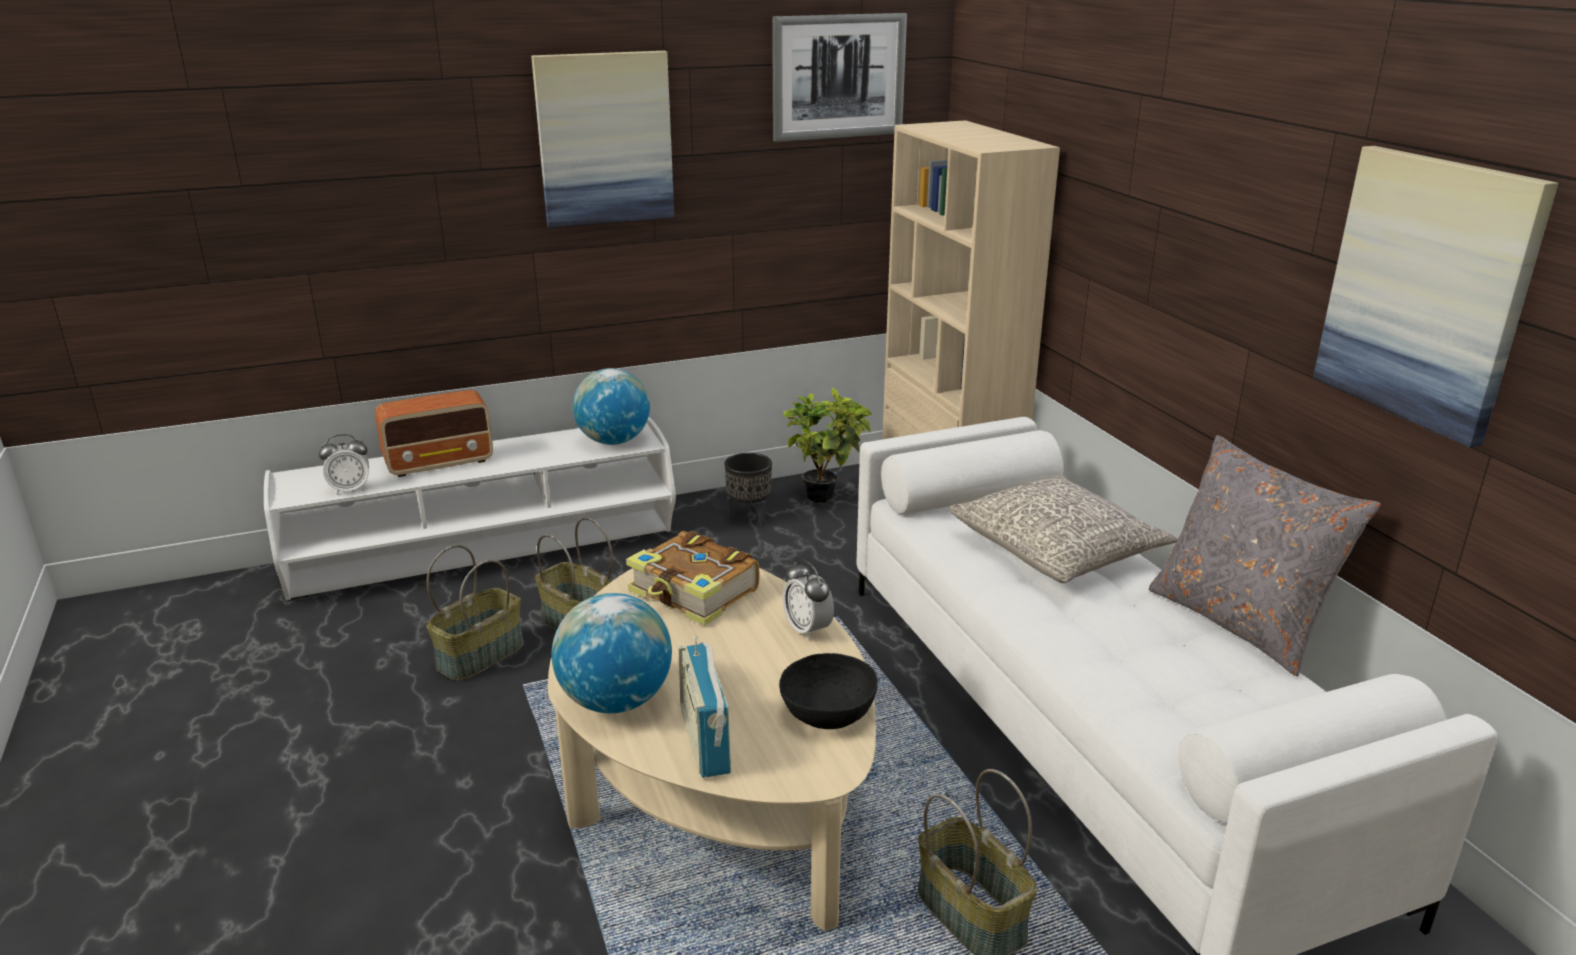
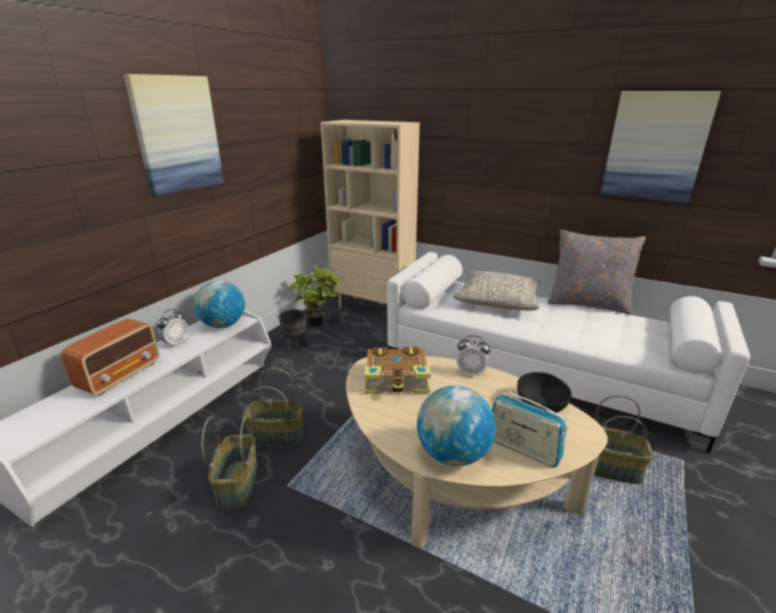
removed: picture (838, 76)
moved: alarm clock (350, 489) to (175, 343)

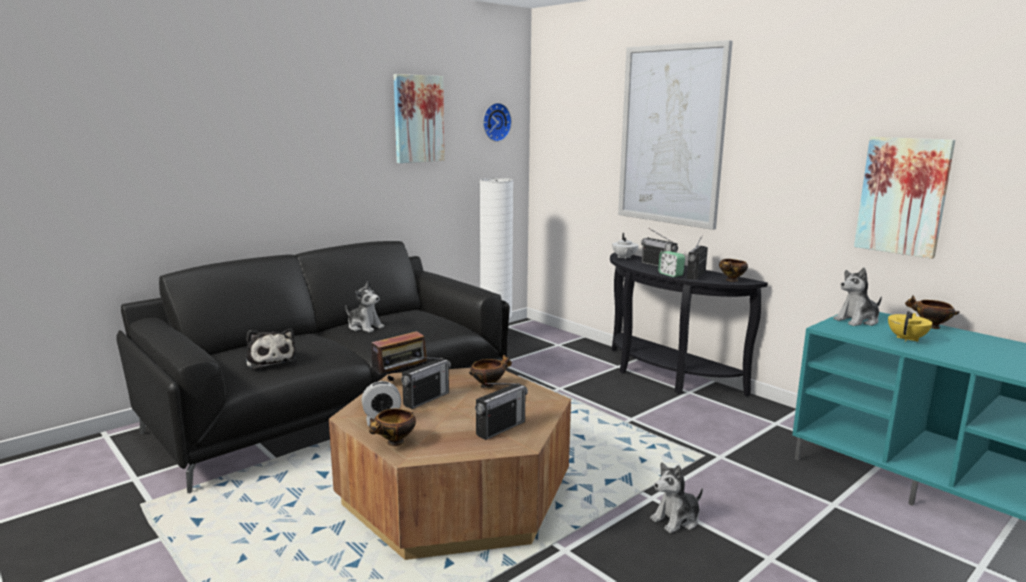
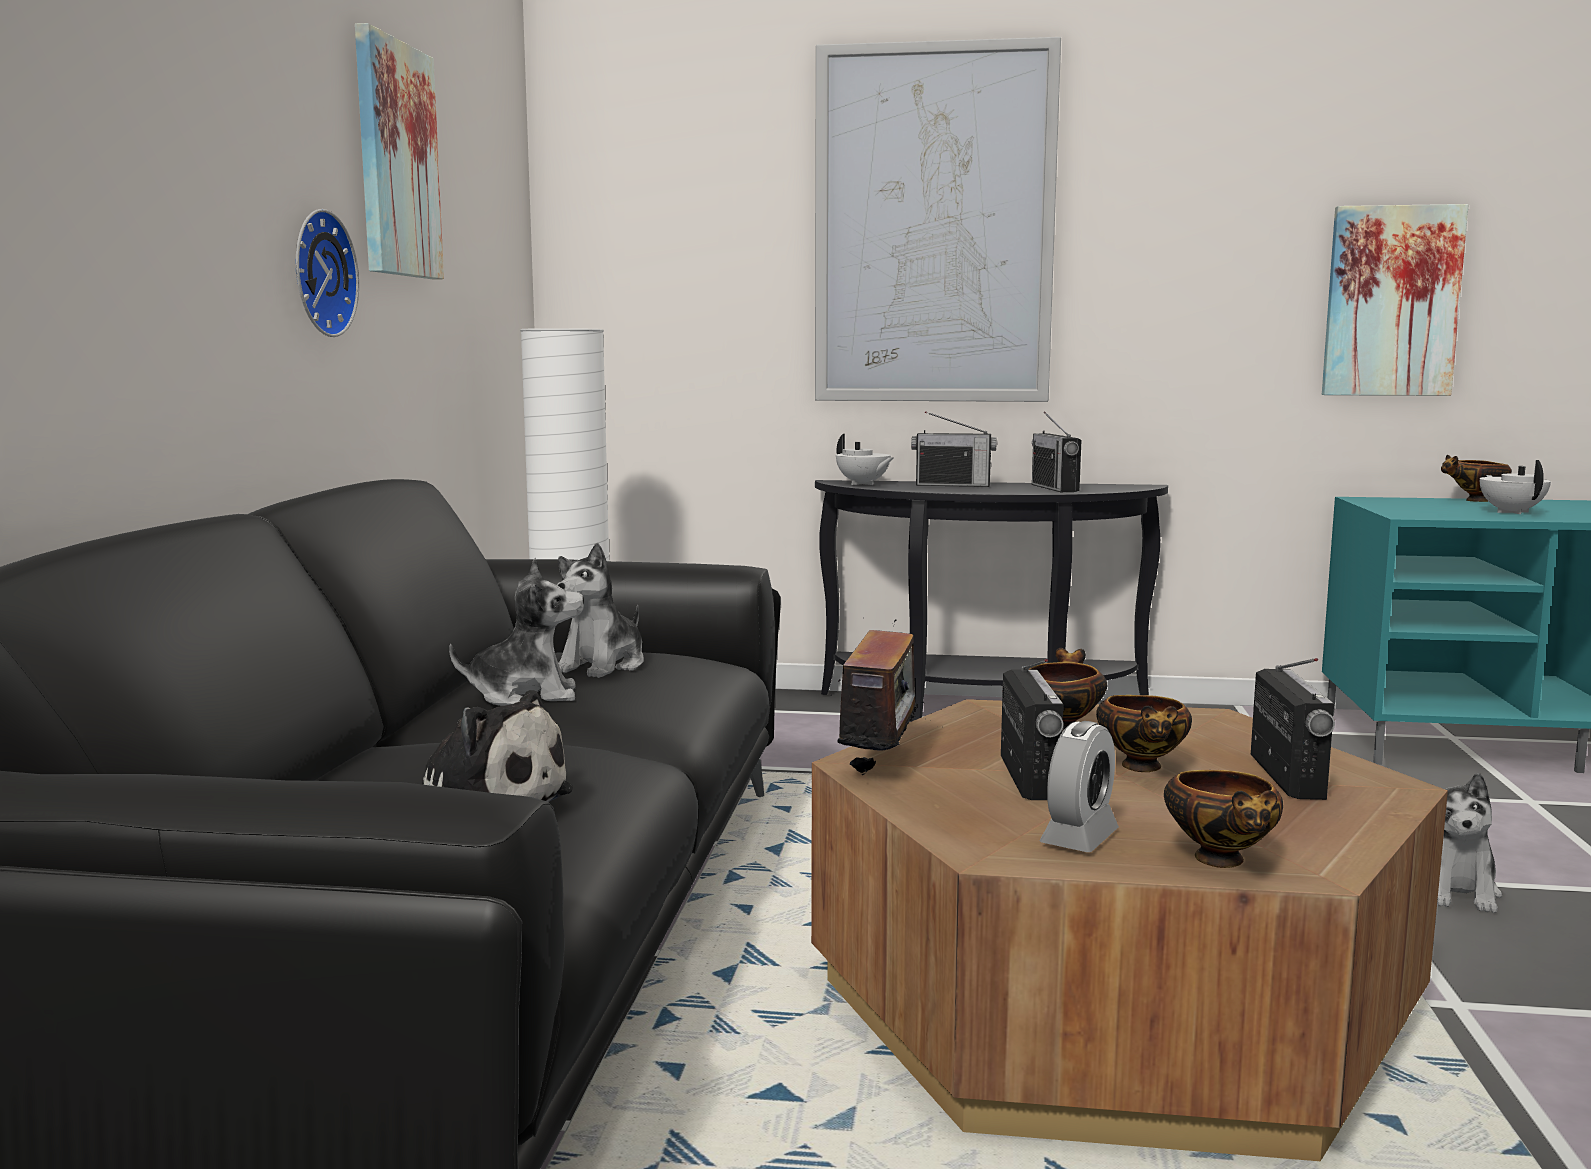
removed: alarm clock (670, 274)
moved: wall clock (495, 122) to (318, 273); bowl (731, 280) to (1143, 768); plush toy (857, 321) to (603, 666)
recoloured: teapot (yellow) (907, 339) to teapot (white) (1511, 512)

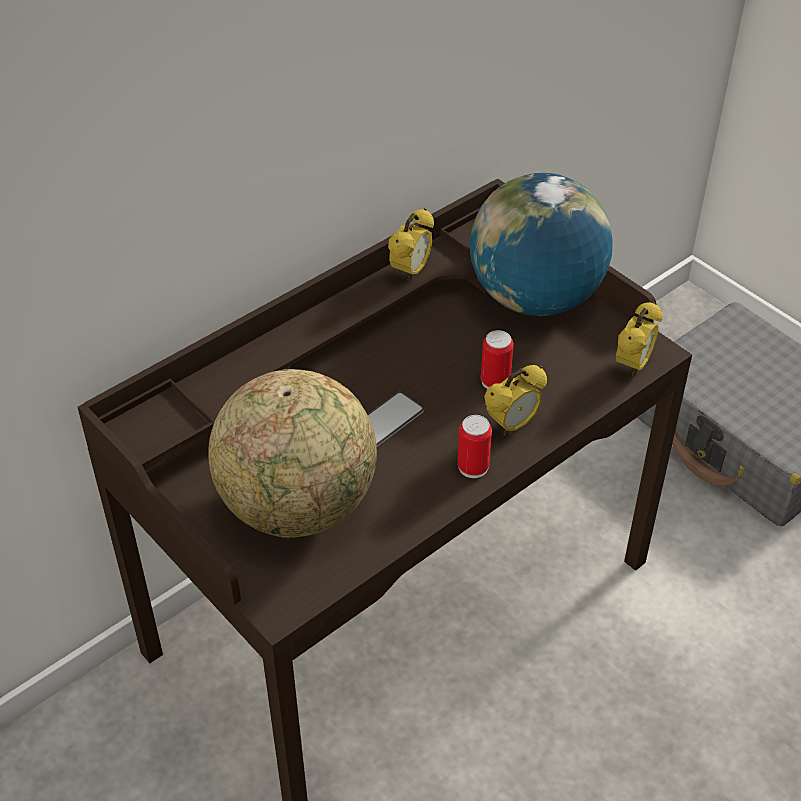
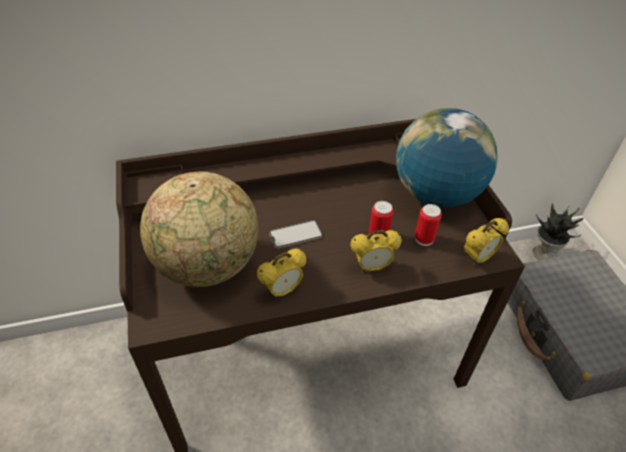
added: potted plant (543, 253)
moved: alarm clock (411, 271) to (282, 290); can (473, 467) to (424, 238)

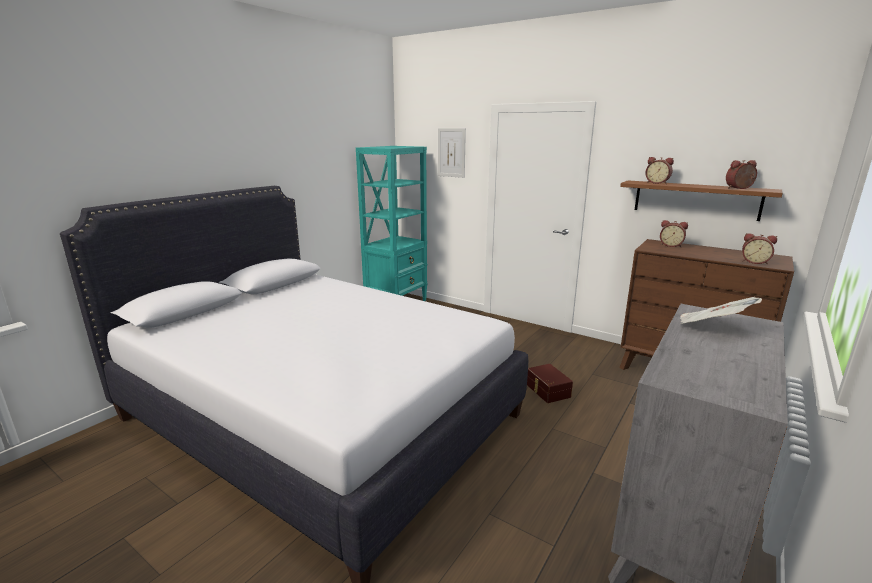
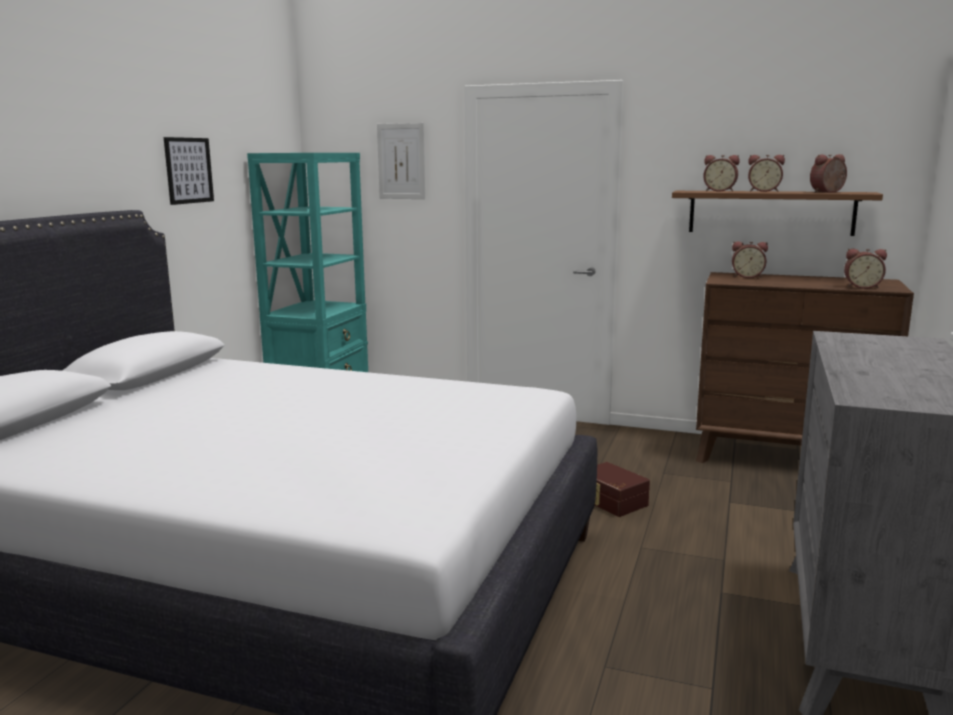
removed: newspaper (712, 327)
added: picture (188, 170); alarm clock (763, 191)

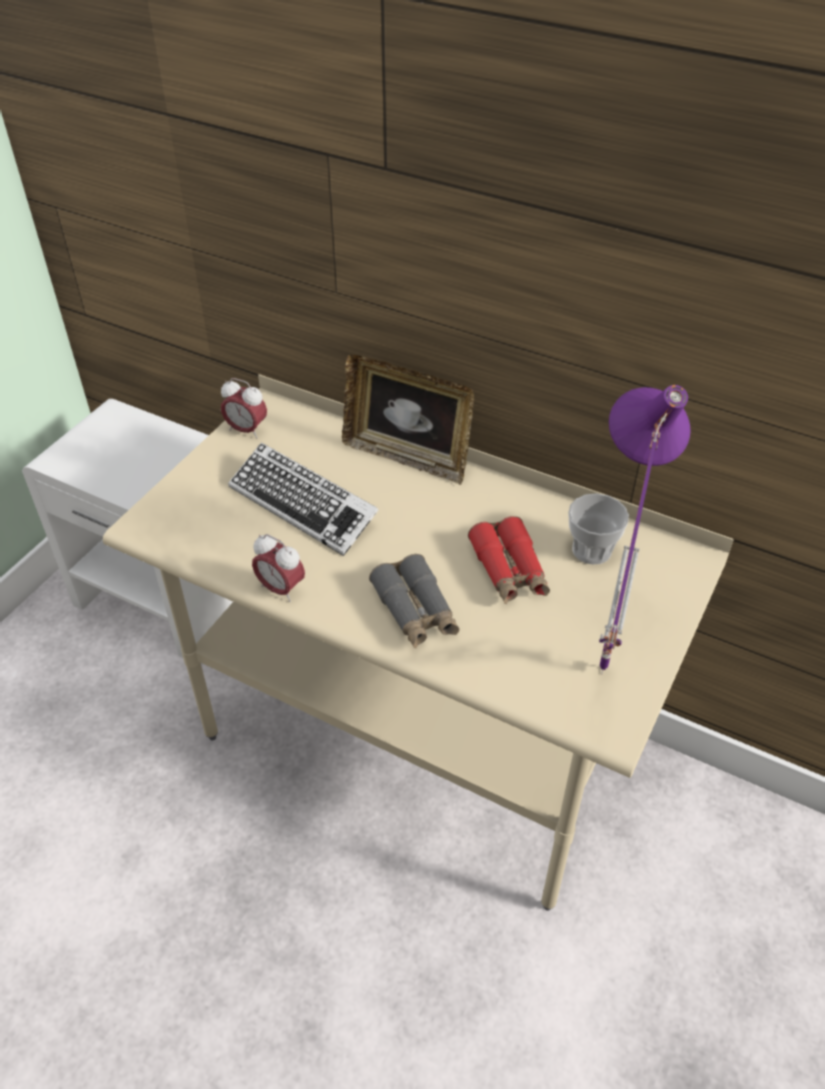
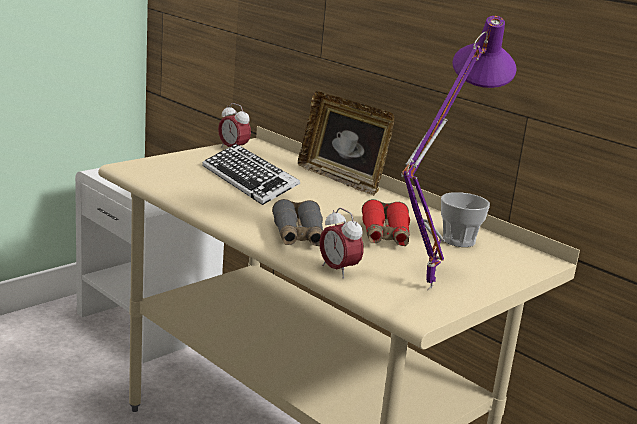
moved: alarm clock (281, 589) to (338, 270)

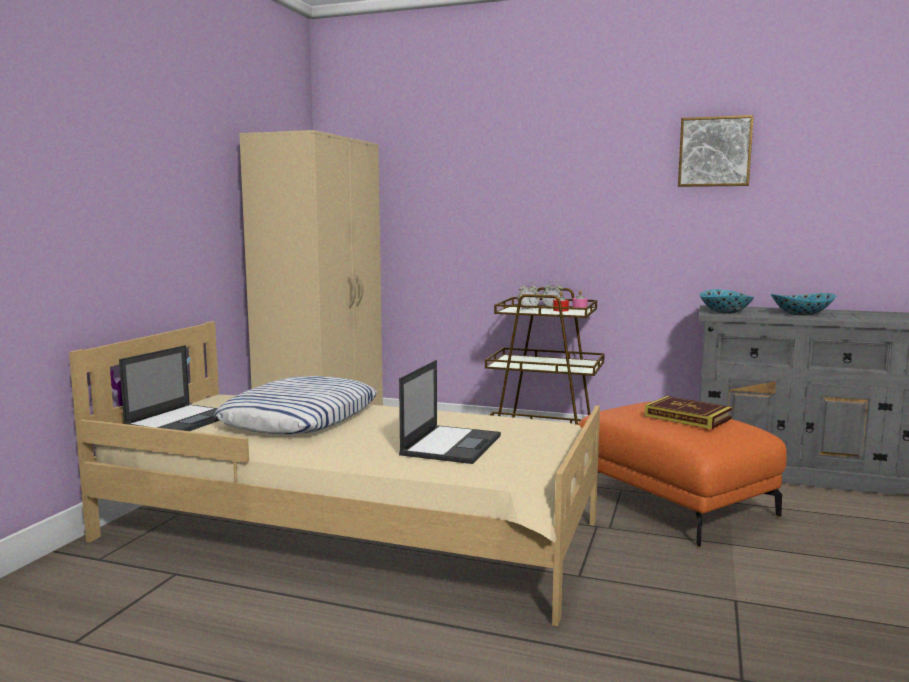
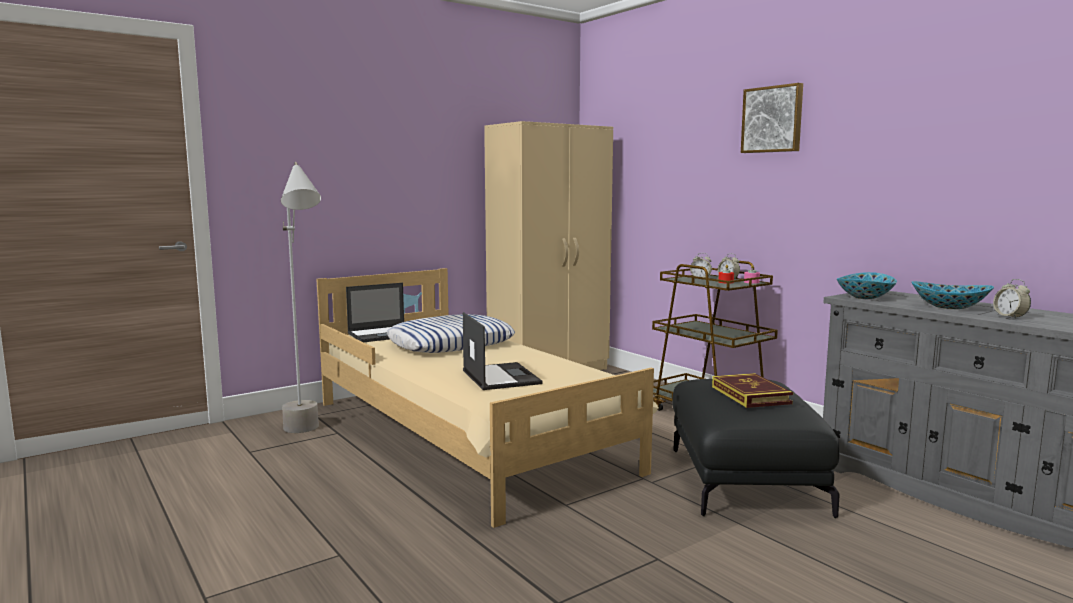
added: floor lamp (grey) (307, 436); alarm clock (1010, 317)
moved: picture (714, 152) to (773, 119)
recoloured: ottoman (orange) (671, 504) to ottoman (black) (743, 480)
turned: laptop (451, 444) = (500, 376) 75 degrees counterclockwise

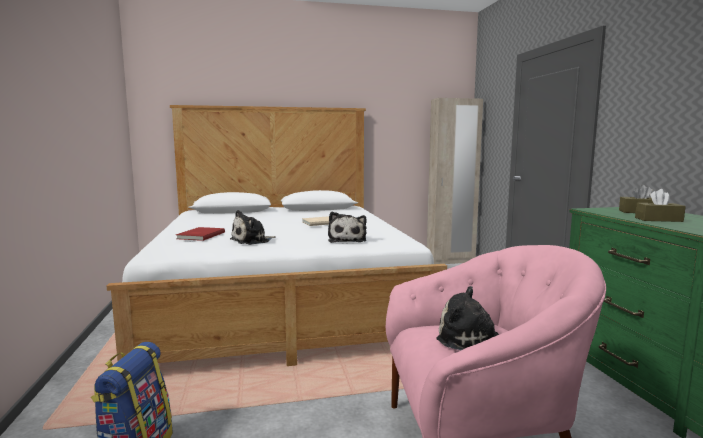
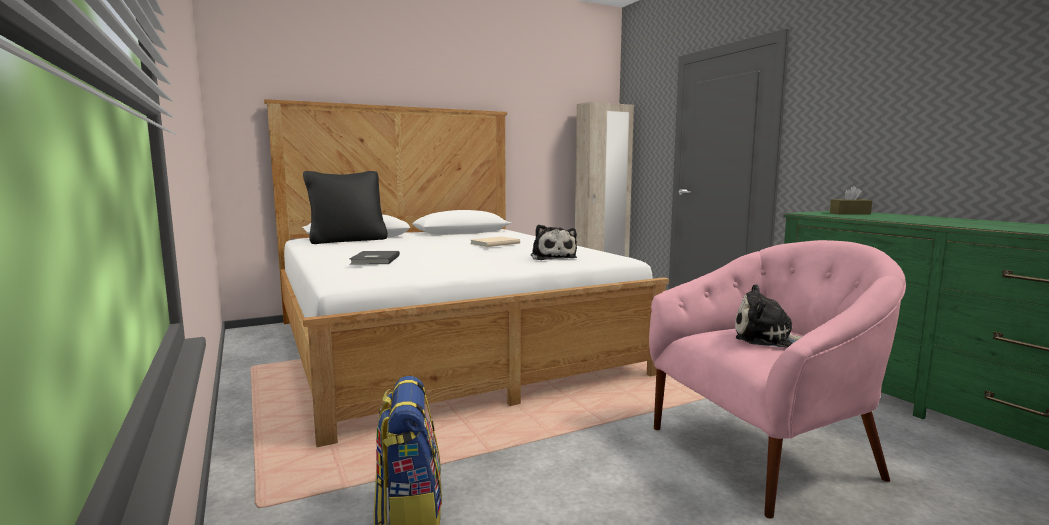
removed: tissue box (brown) (658, 219); plush toy (252, 241)
added: pillow (black) (348, 240)
recoloured: book (red) (199, 235) to book (grey) (374, 260)

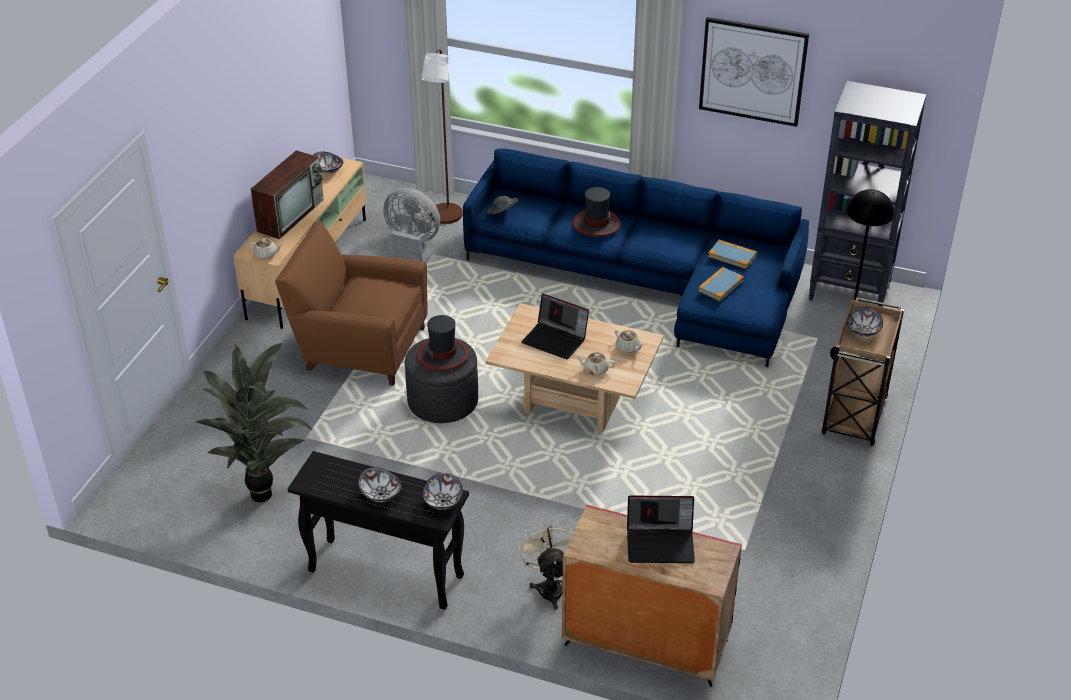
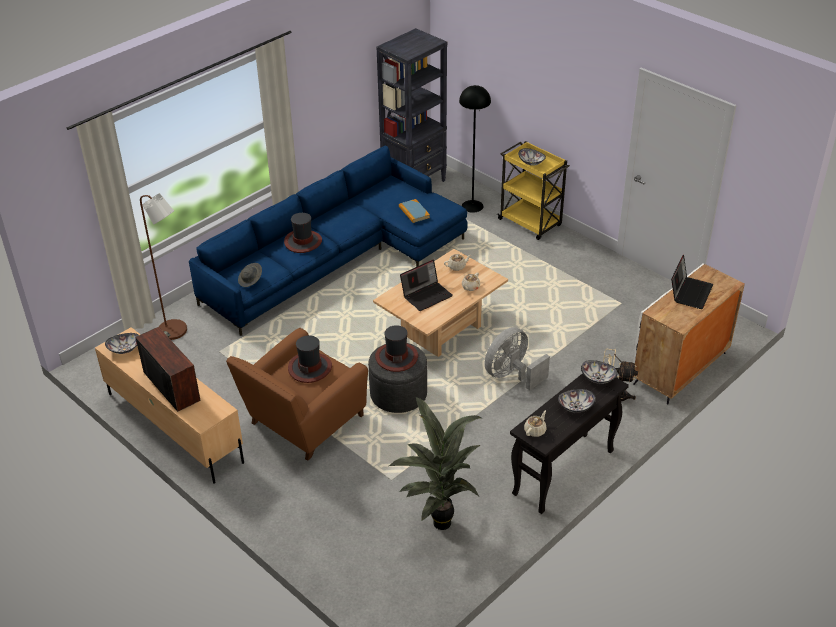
removed: picture (752, 71); book (732, 256)
added: hat (310, 367)
moved: fan (grey) (411, 245) to (512, 375); teapot (beige) (266, 254) to (535, 430)
recoloured: cart (brown) (854, 417) to cart (yellow) (530, 223); cabinet (red) (644, 642) to cabinet (white) (680, 369)

